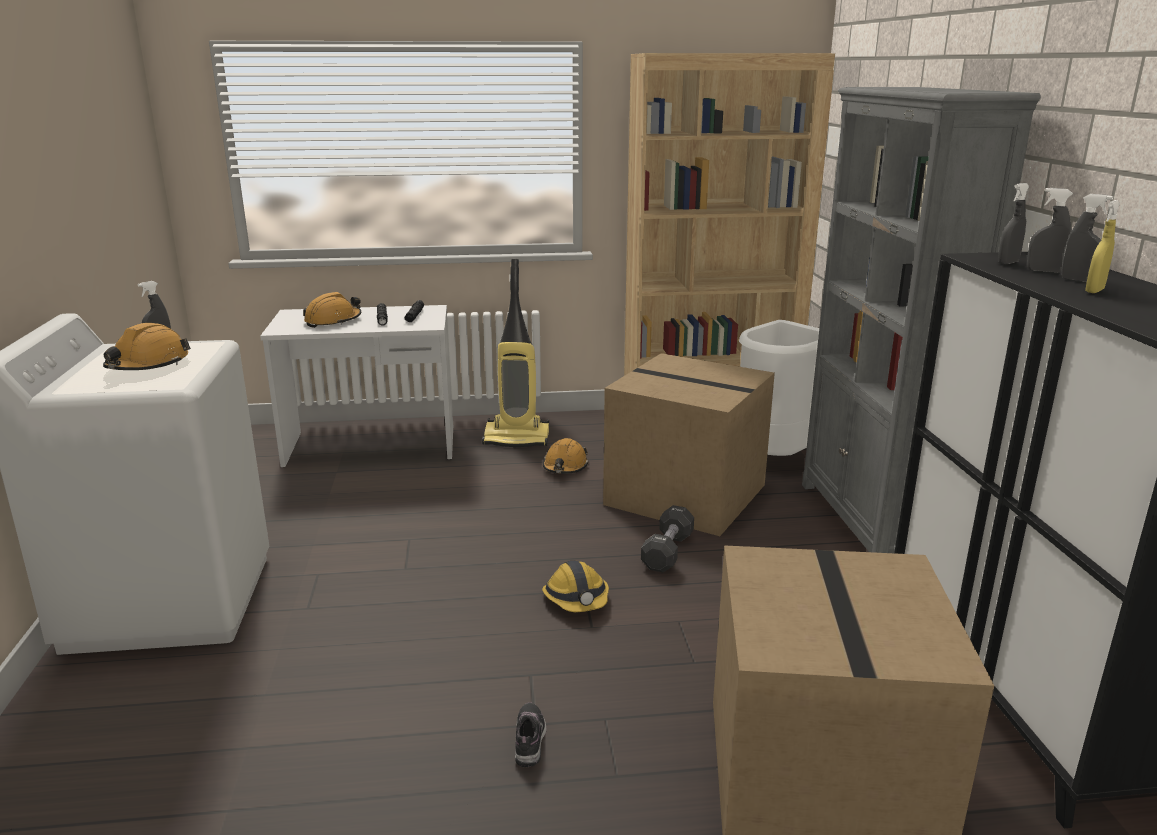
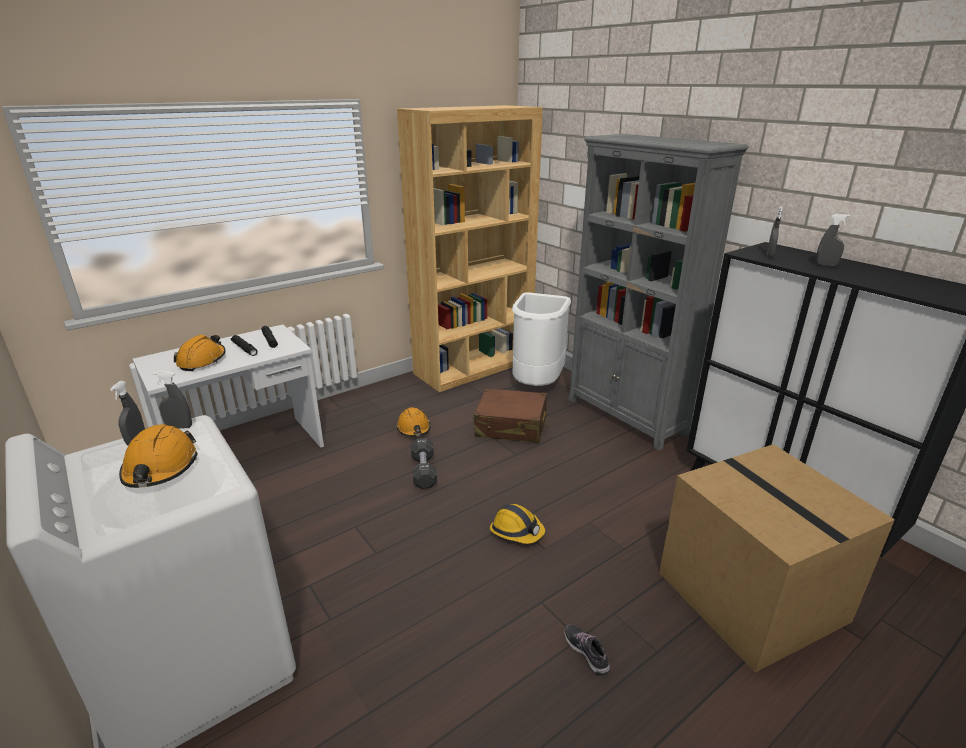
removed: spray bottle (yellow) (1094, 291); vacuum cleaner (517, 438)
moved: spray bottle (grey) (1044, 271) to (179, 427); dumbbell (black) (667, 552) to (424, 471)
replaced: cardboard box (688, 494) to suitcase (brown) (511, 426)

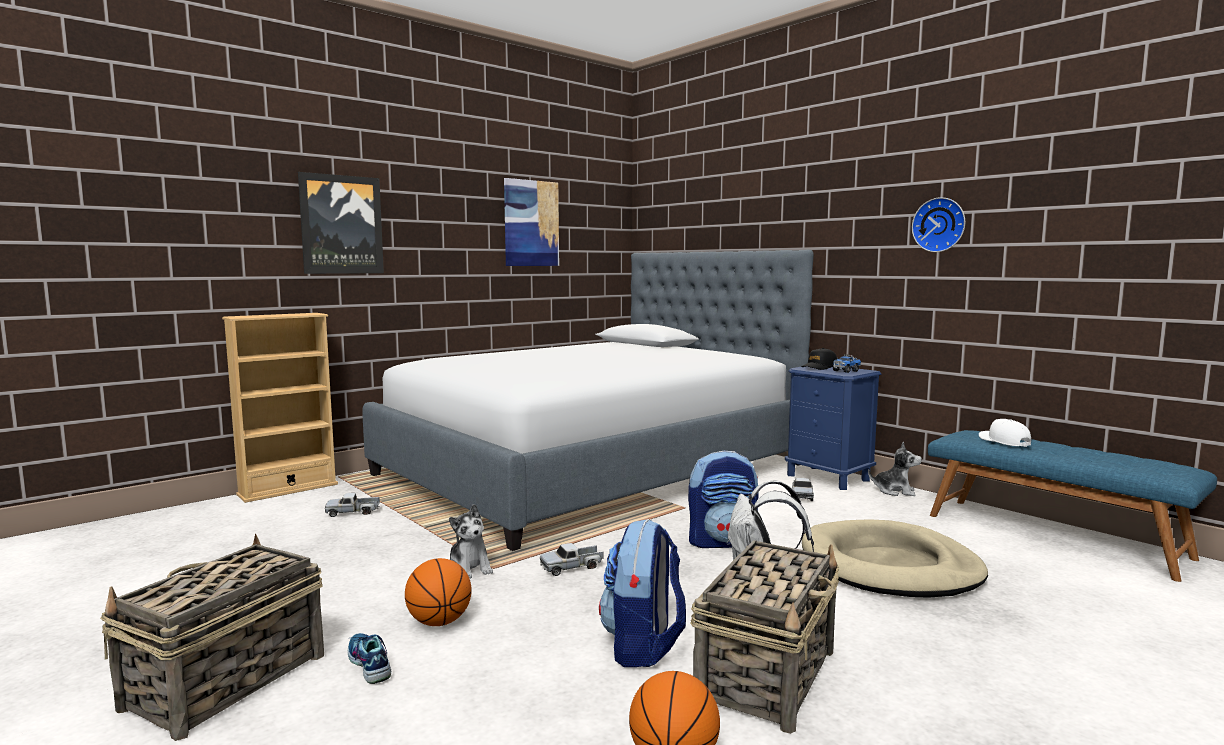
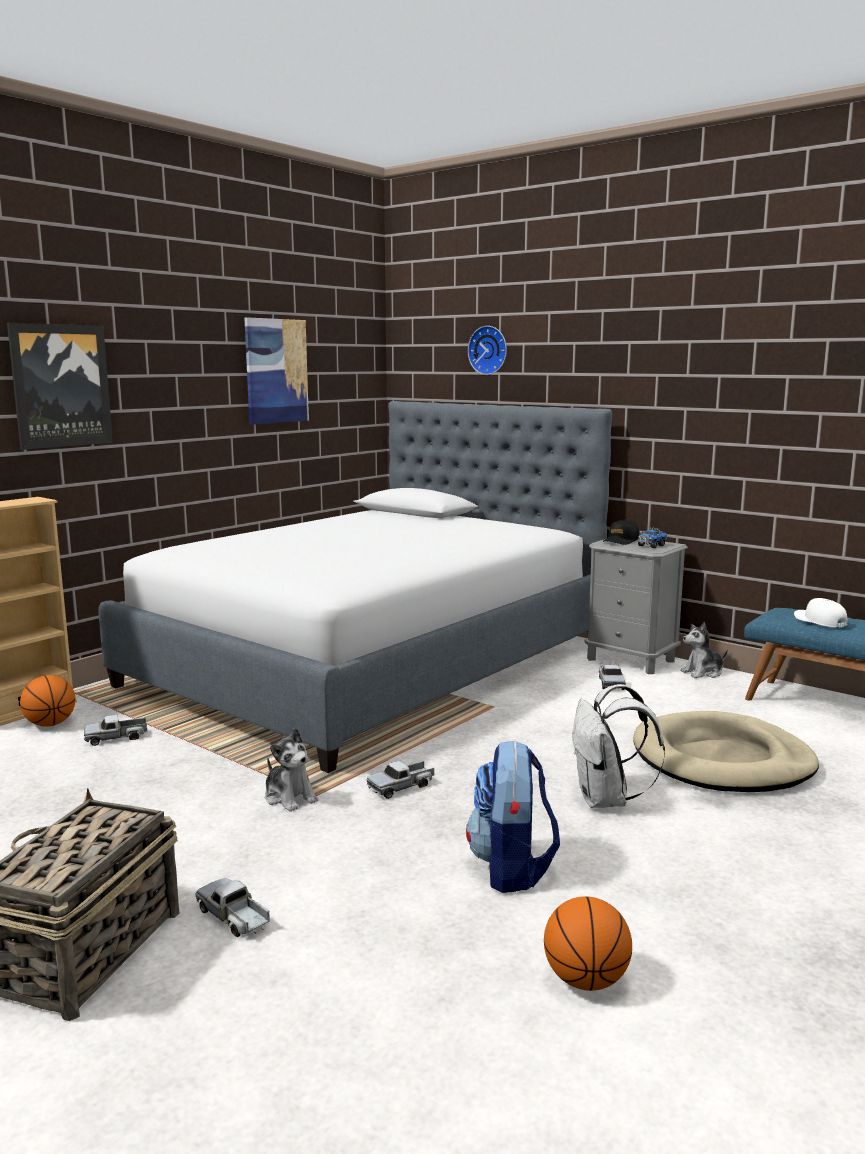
removed: backpack (722, 542); basket (768, 674)
moved: wall clock (940, 225) to (489, 350); basketball (439, 622) to (50, 724)
replaced: shoe (368, 664) to toy truck (234, 917)
recoloured: nightstand (blue) (828, 478) to nightstand (grey) (631, 660)
turned: plush toy (895, 491) = (703, 672) 150 degrees clockwise

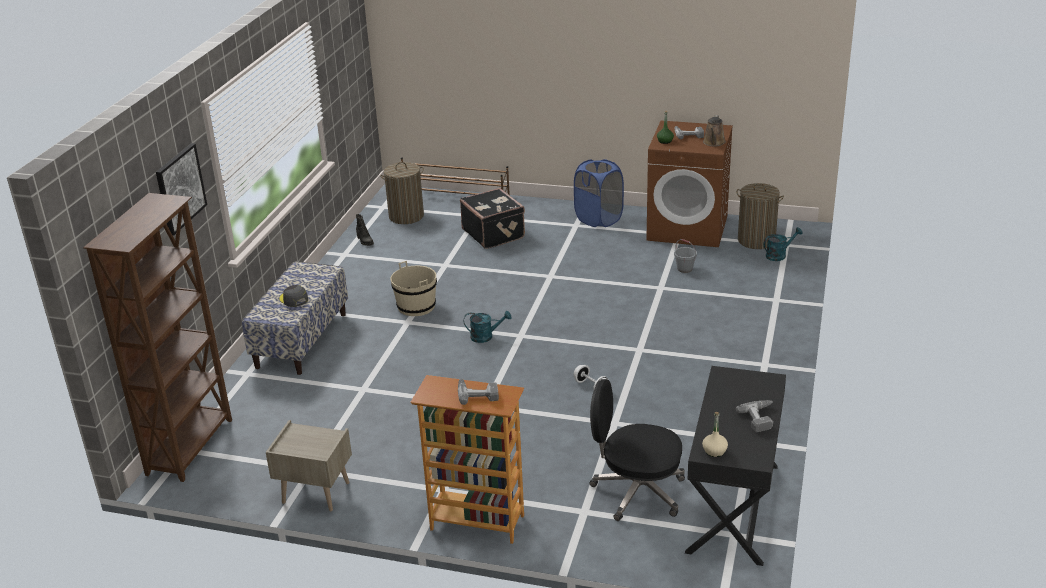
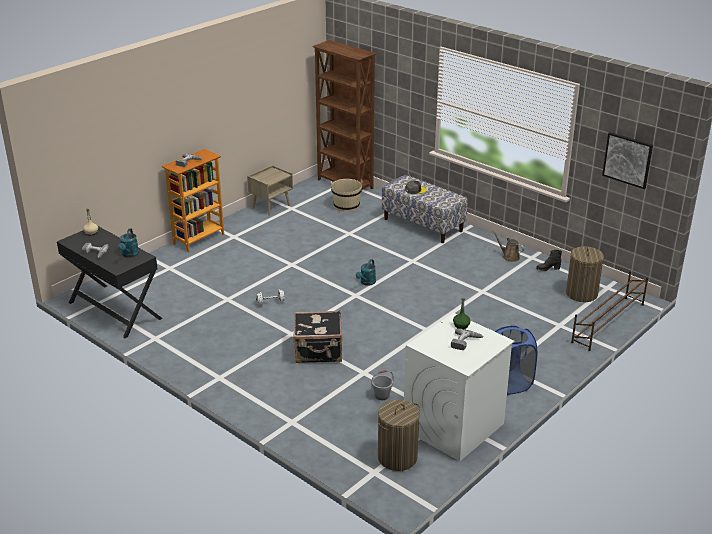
removed: office chair (black) (636, 491)
moved: watering can (brown) (714, 143) to (509, 257); picture (180, 188) to (627, 159); suitcase (black) (494, 233) to (318, 351); watering can (turquoise) (779, 255) to (129, 255); bucket (beige) (416, 306) to (346, 206)
recoloured: washing machine (brown) (688, 228) to washing machine (white) (453, 427)

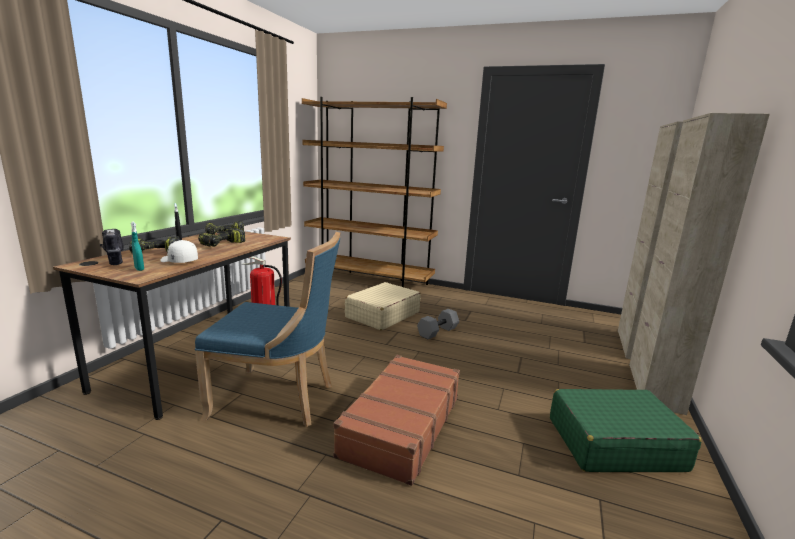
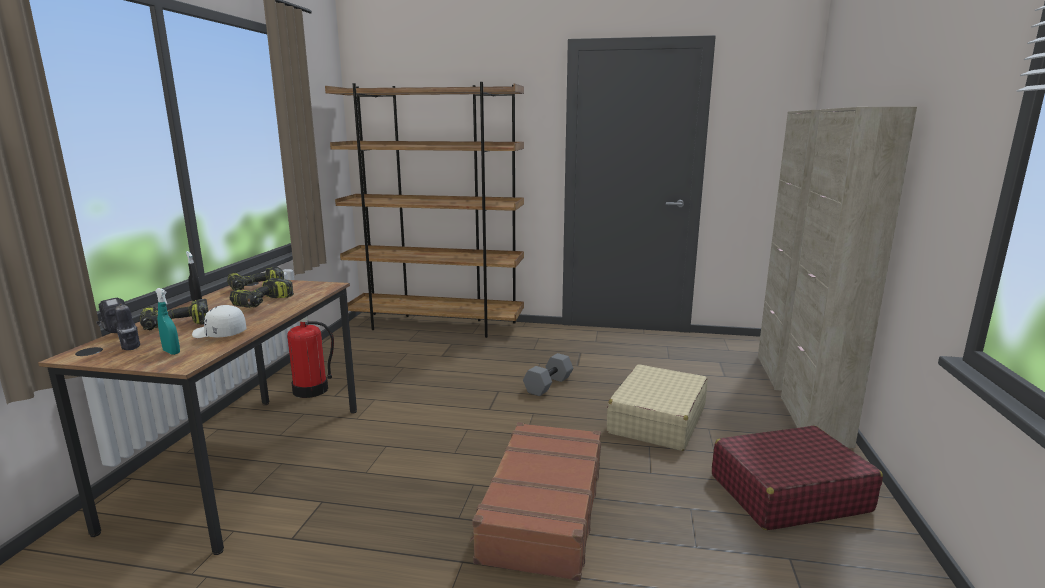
removed: chair (blue) (278, 399)
moved: suitcase (beige) (382, 315) to (656, 420)
recoloured: suitcase (green) (613, 443) to suitcase (red) (788, 493)

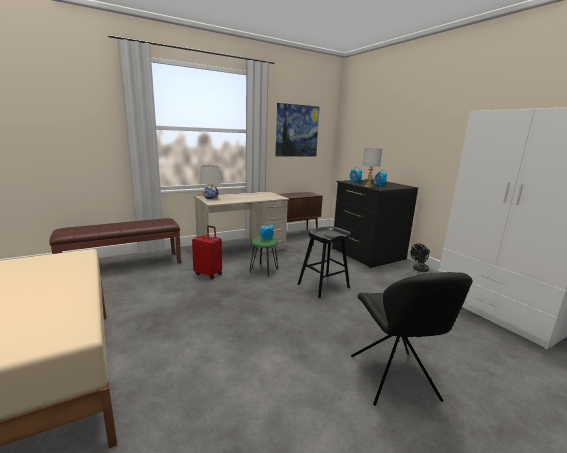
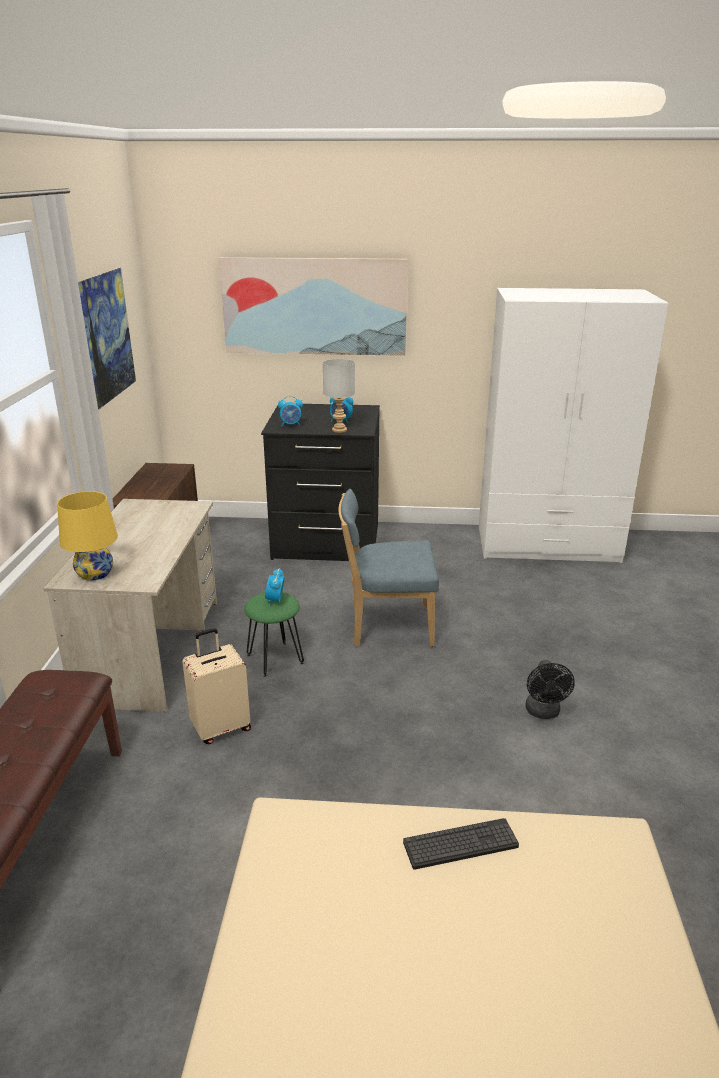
removed: chair (black) (394, 380)
added: picture (314, 306); keyboard (460, 844)
moved: fan (black) (419, 270) to (543, 713)
replaced: stool (black) (323, 286) to chair (blue) (386, 626)
recoloured: table lamp (white) (210, 198) to table lamp (yellow) (94, 573); suitcase (red) (208, 274) to suitcase (beige) (221, 727)

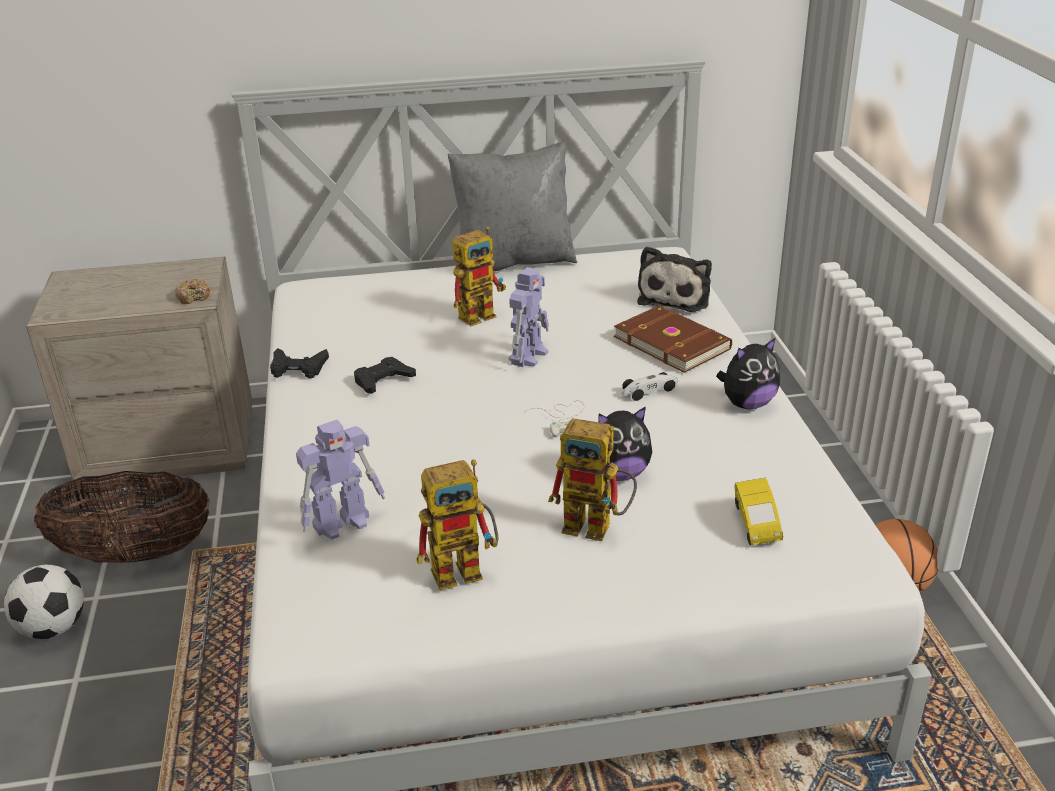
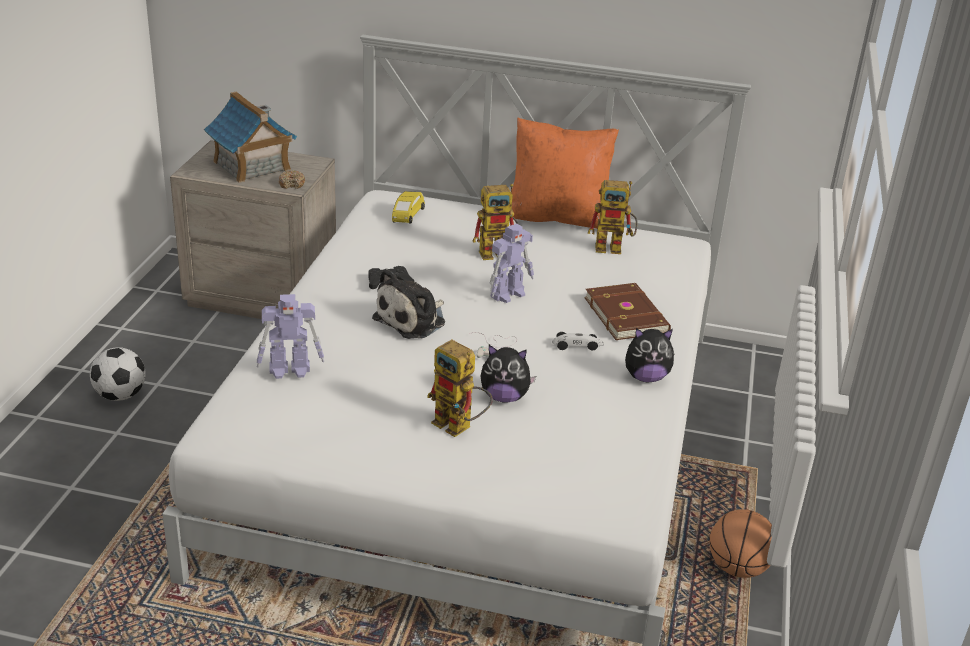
removed: game controller (black) (298, 368); basket (135, 554)
added: toy house (252, 166)
moved: plush toy (676, 296) to (413, 320); toy robot (466, 568) to (614, 248); toy car (yellow) (755, 525) to (407, 216)
recoloured: pillow (grey) (514, 261) to pillow (orange) (557, 217)

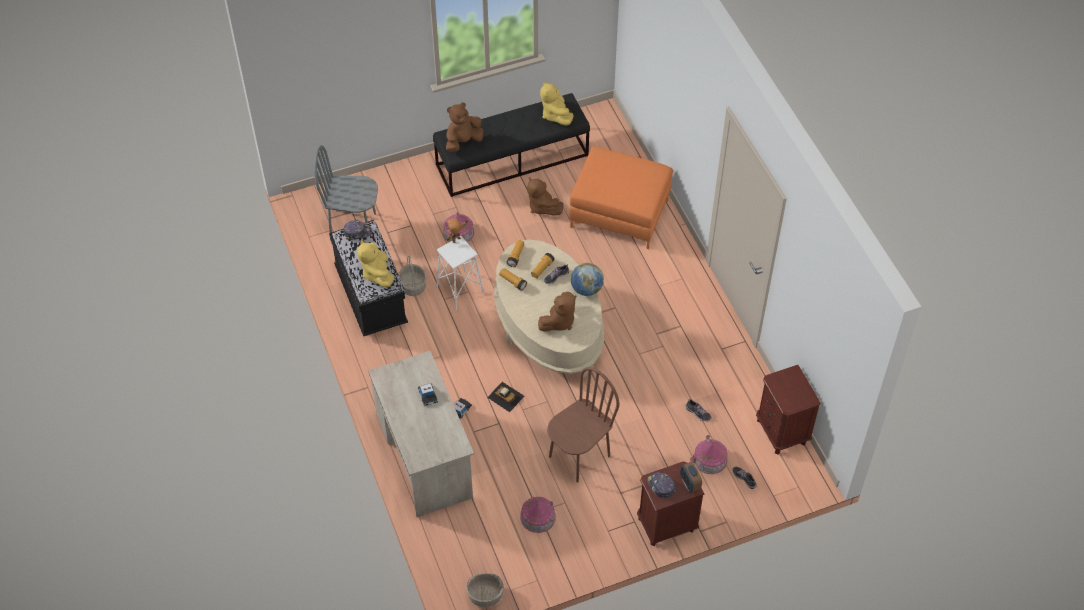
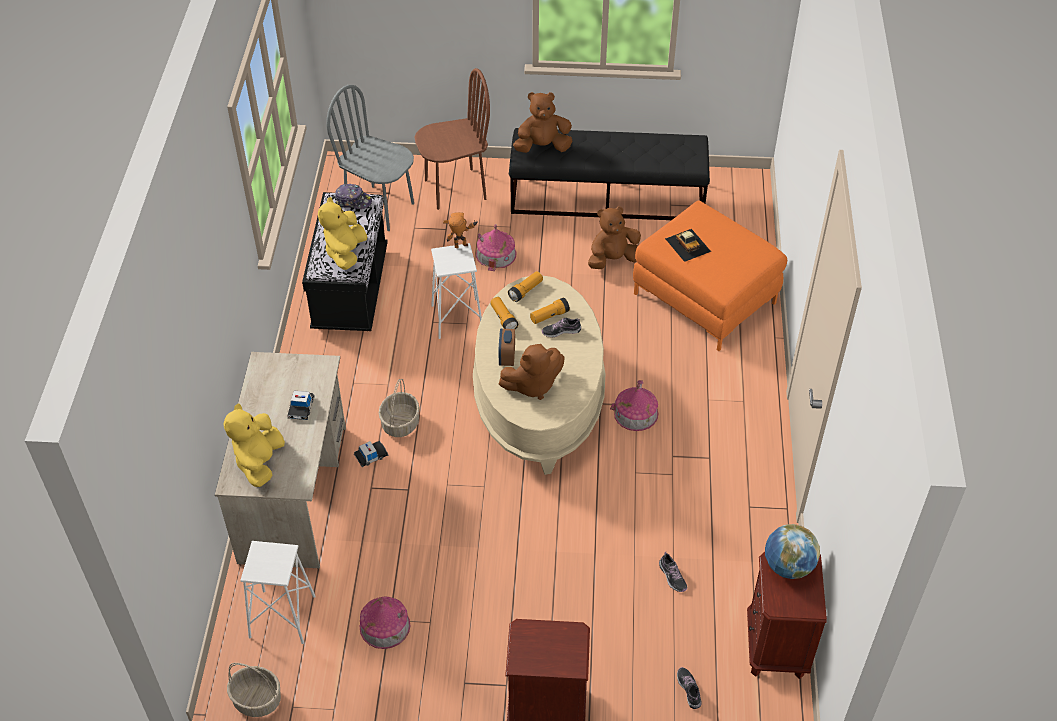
removed: cap (660, 486)
added: stool (white) (282, 617)
moved: plush toy (yellow) (555, 115) to (259, 462); basket (412, 286) to (400, 423); globe (586, 289) to (788, 566); chair (brown) (579, 456) to (455, 189); toy car (505, 396) to (688, 244); toy house (710, 459) to (635, 413); alarm clock (689, 483) to (507, 358)
turned: plush toy (brown) (542, 207) = (613, 259) 75 degrees clockwise

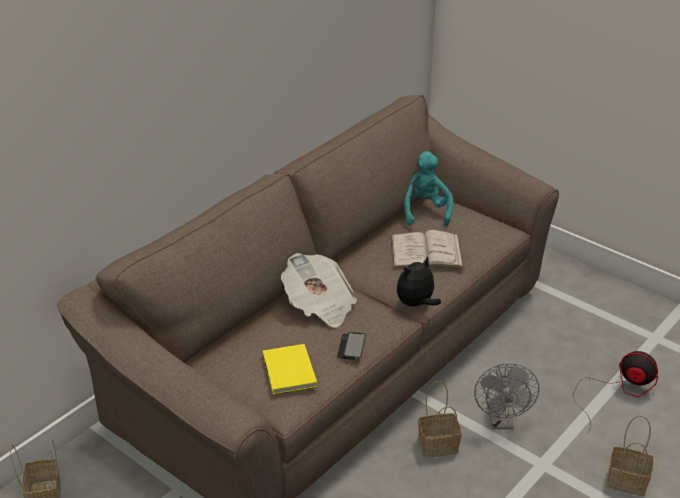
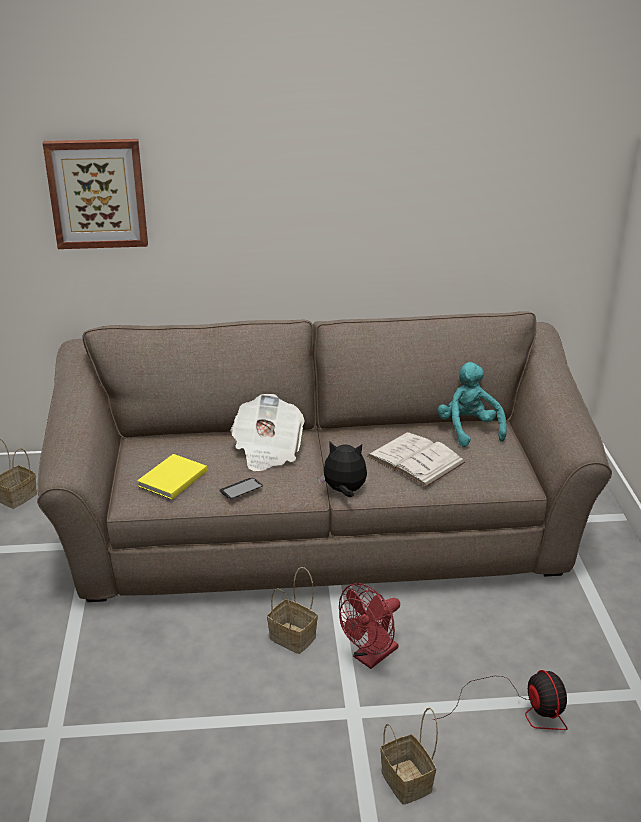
added: picture (97, 193)
recoloured: fan (grey) (501, 421) to fan (red) (371, 657)
turned: plush toy (turquoise) (423, 211) = (468, 429) 60 degrees counterclockwise

